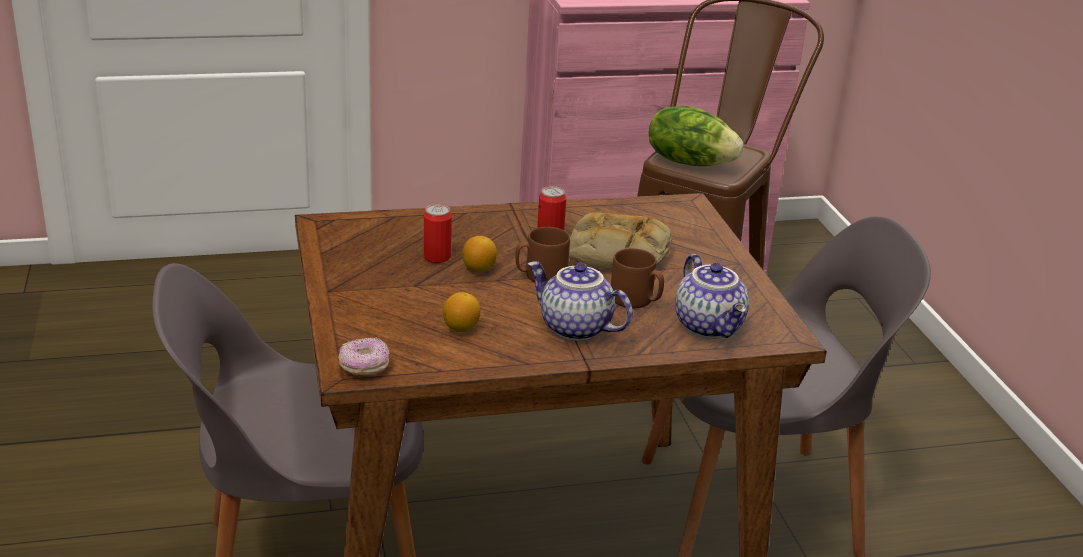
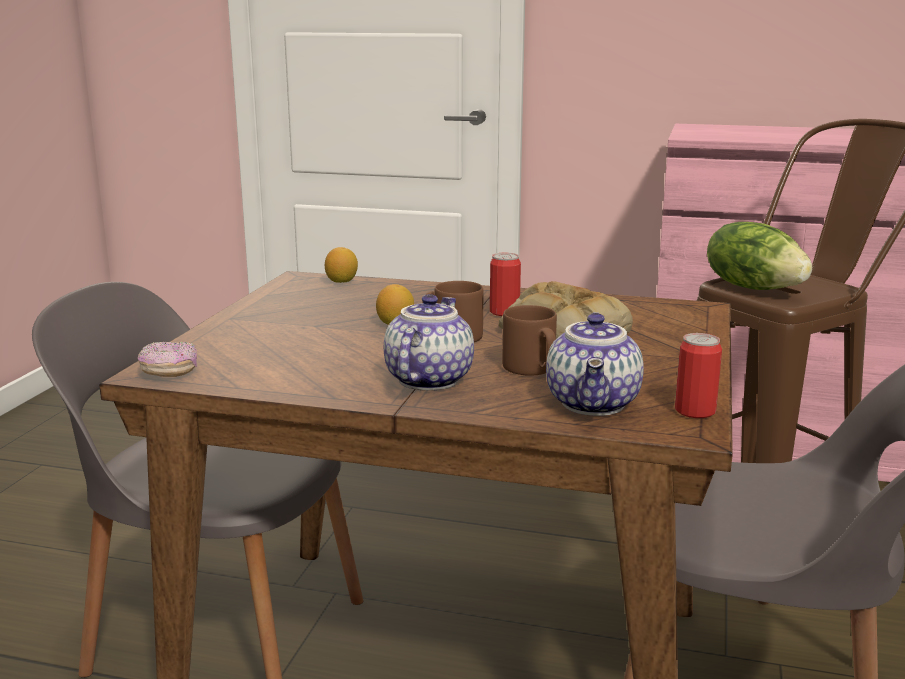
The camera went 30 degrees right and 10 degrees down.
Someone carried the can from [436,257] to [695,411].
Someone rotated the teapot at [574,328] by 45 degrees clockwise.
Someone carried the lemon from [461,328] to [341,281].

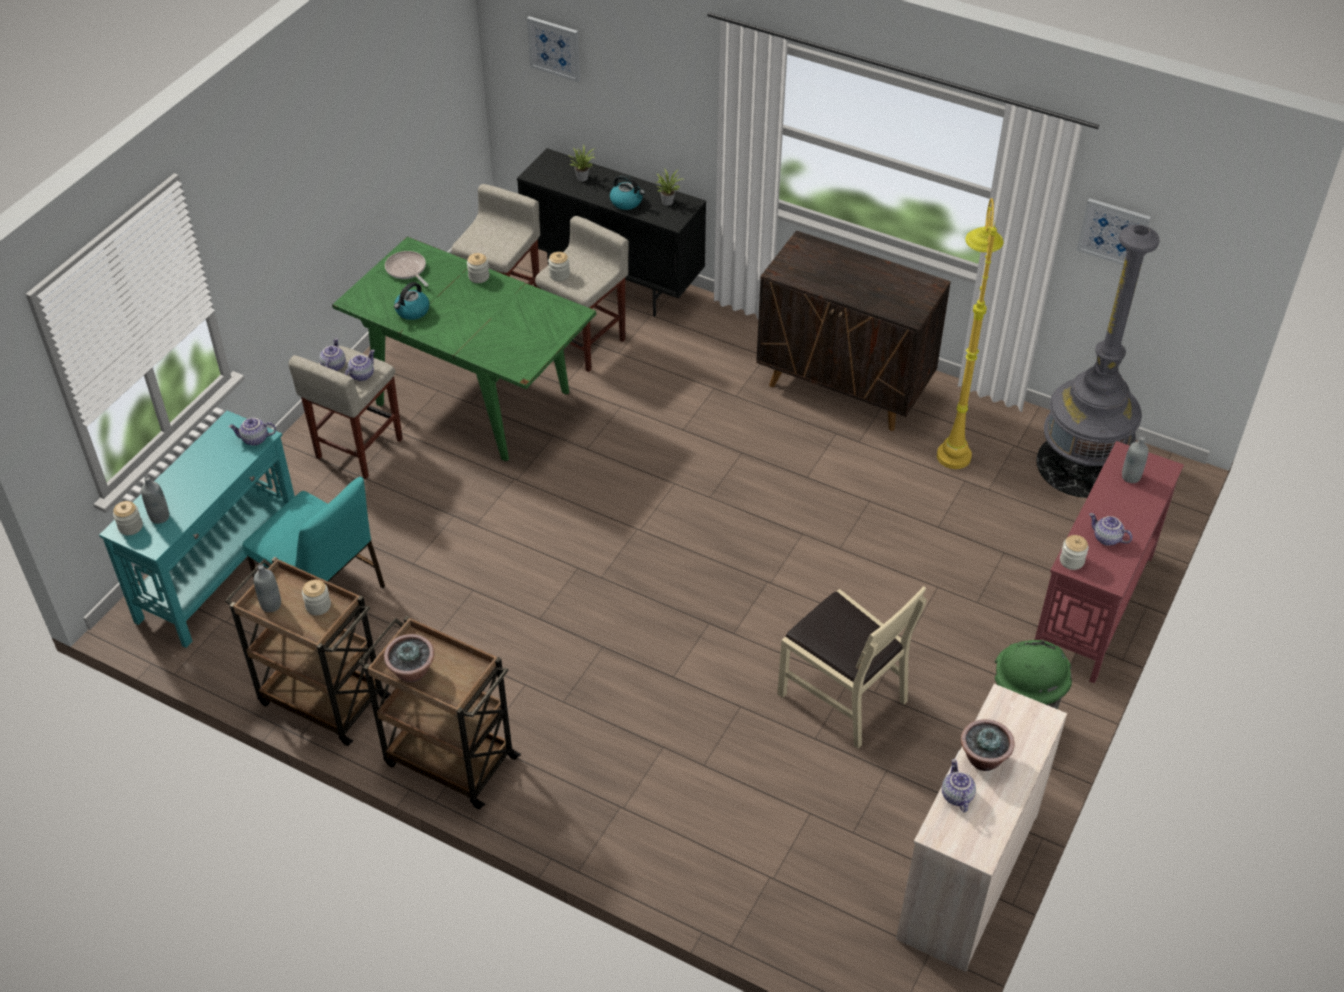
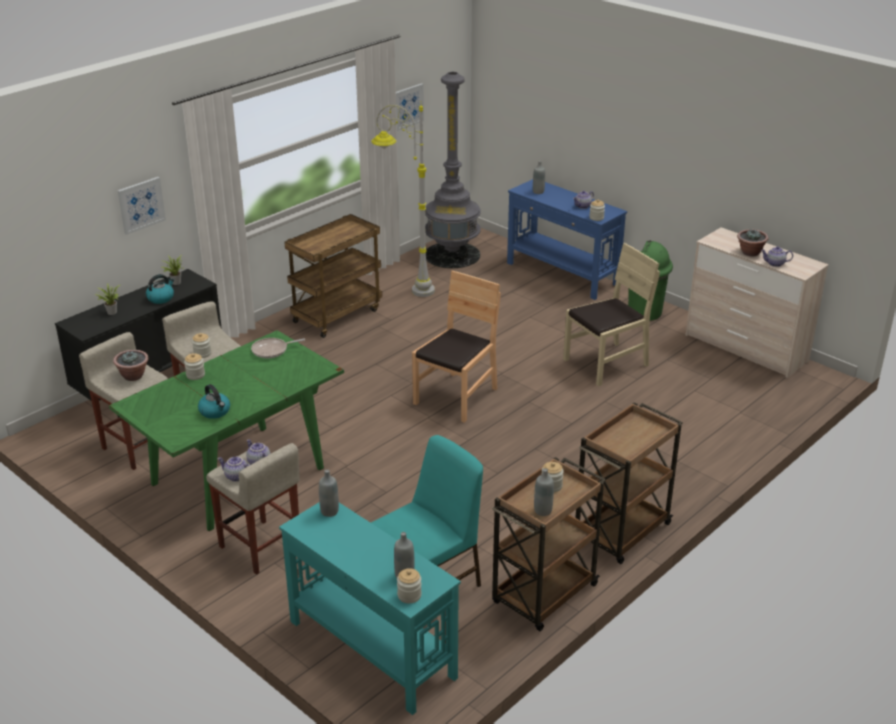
The camera went 75 degrees left and 15 degrees down.
Someone carried the picture from [554,48] to [141,205].
Someone repainted the yellow floor lamp at [954,436], which became the grey floor lamp at [405,287].
Someone swapped the brown cabinet at [845,387] for the brown cart at [337,315].
Someone carried the frying pan from [407,270] to [272,350].
Someone swapped the teapot at [254,439] for the grey bottle at [329,511].
Someone repainted the red console table at [1092,605], which became the blue console table at [562,274].
Someone carried the potted plant from [412,672] to [133,376].
Someone put down the brown chair at [456,397].

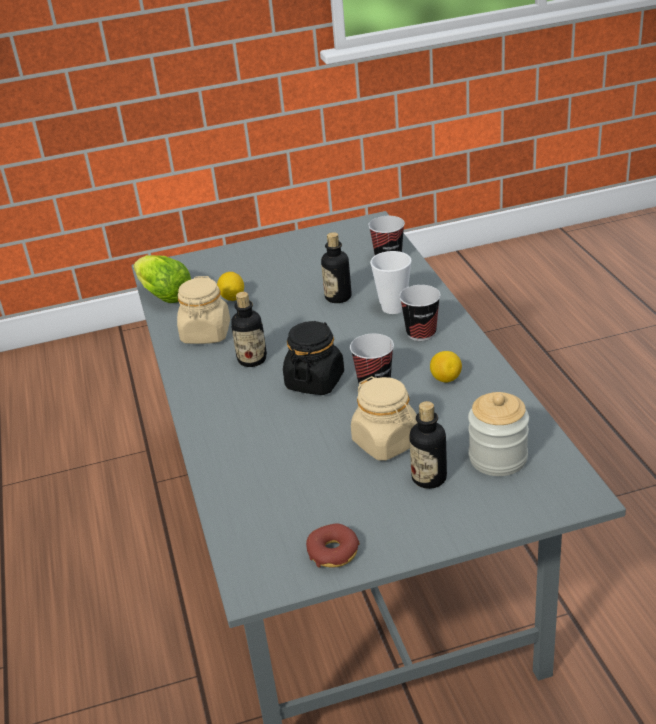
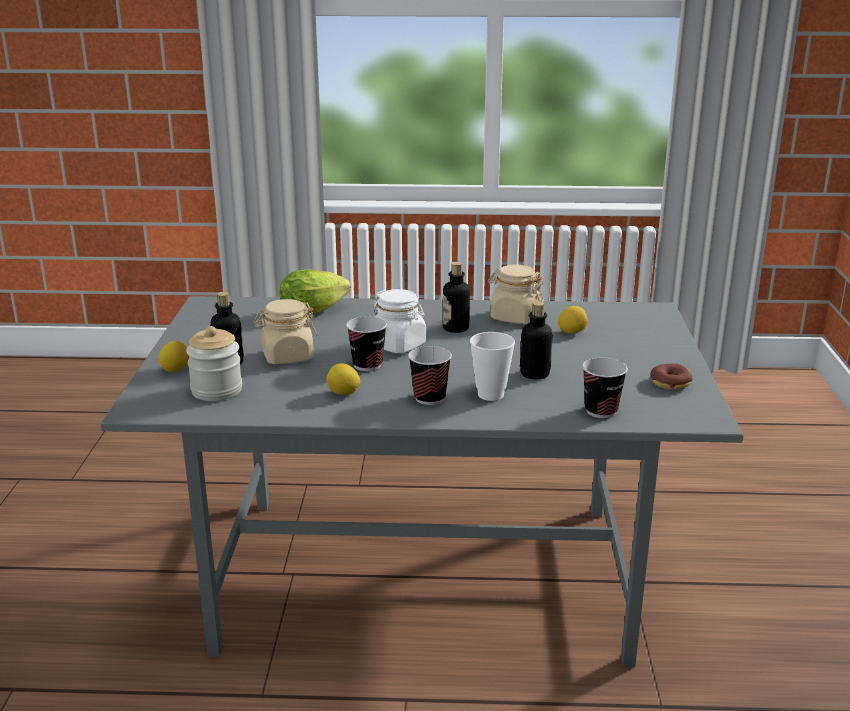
The camera went 105 degrees right and 10 degrees down.
Someone carried the lettuce from [163,295] to [317,311].
Someone repainted the black jar at [315,381], which became the white jar at [398,345].
Someone carried the donut from [333,552] to [670,383].
Someone put down the lemon at [175,370].

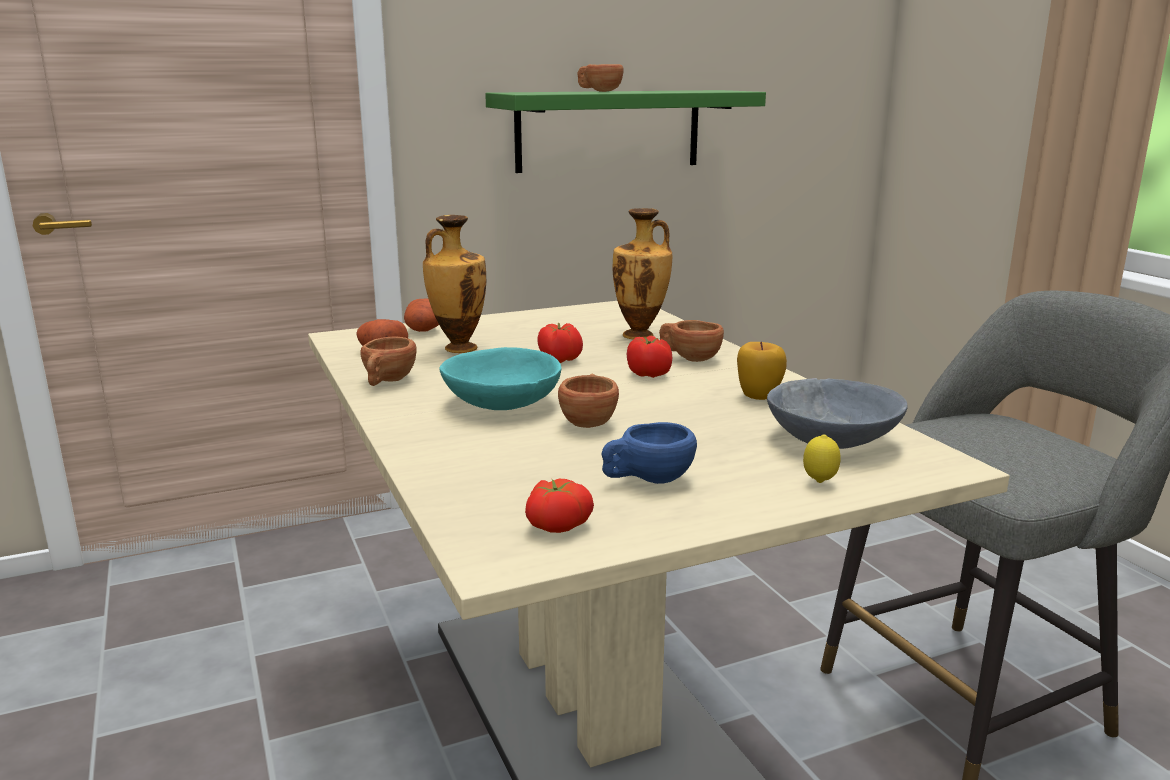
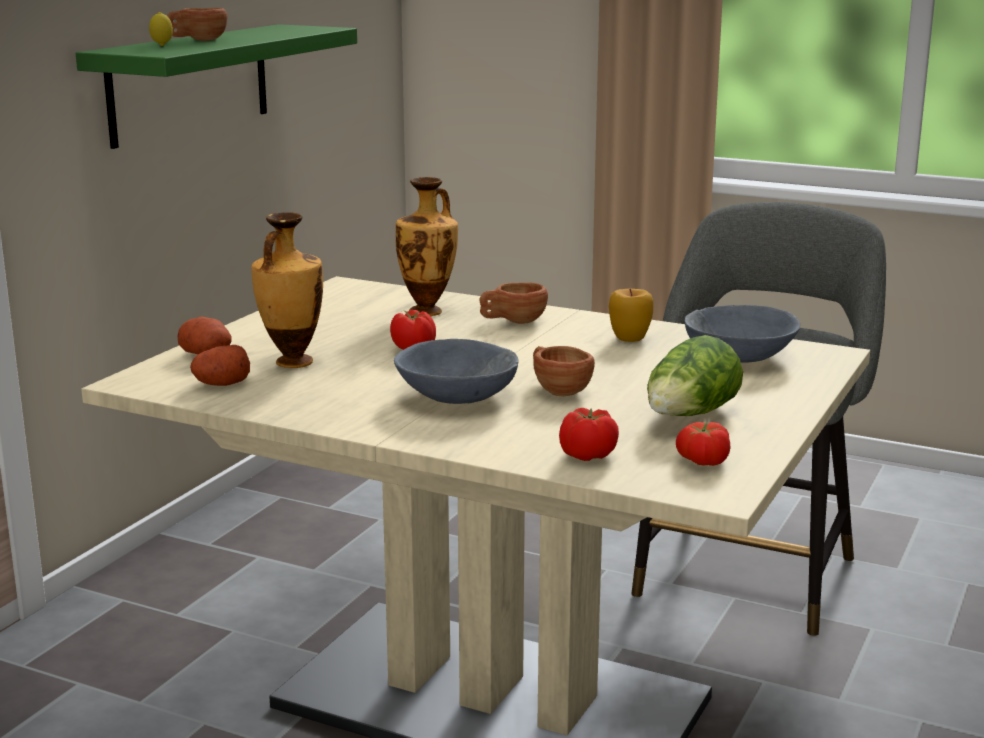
The camera went 40 degrees left and 0 degrees up.
Someone carried the tomato from [648,374] to [587,456].
Someone took away the brown cup at [387,381].
Someone repainted the turquoise bowl at [501,402], which became the grey bowl at [455,396].
Someone swapped the blue cup at [647,479] for the lettuce at [690,416].
Someone carried the lemon from [819,482] to [162,46].

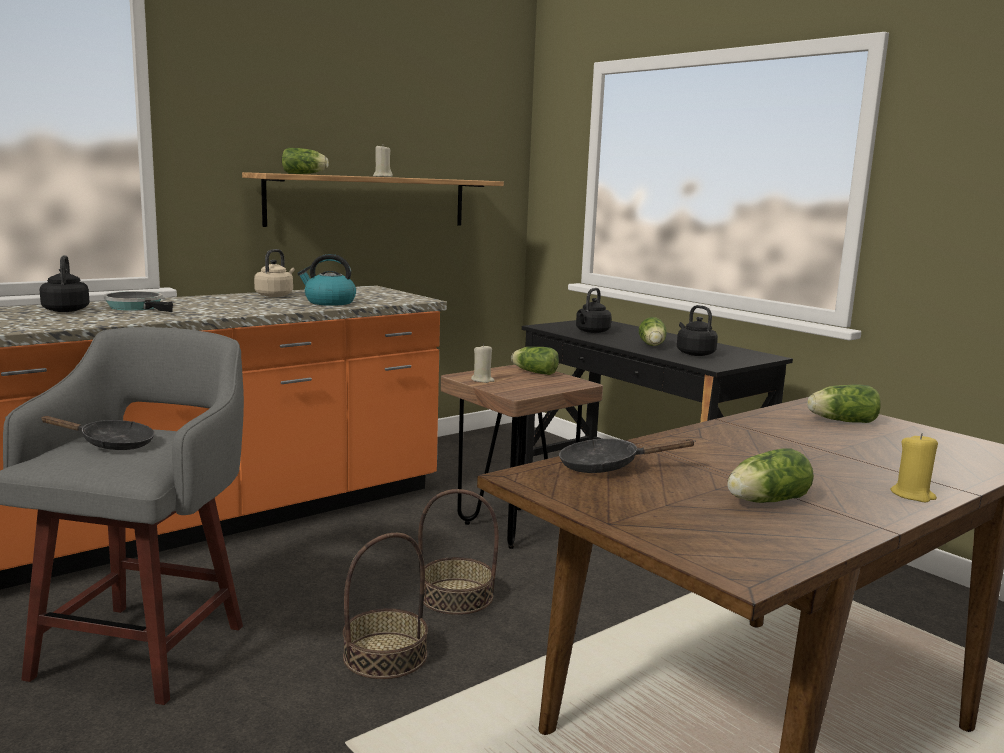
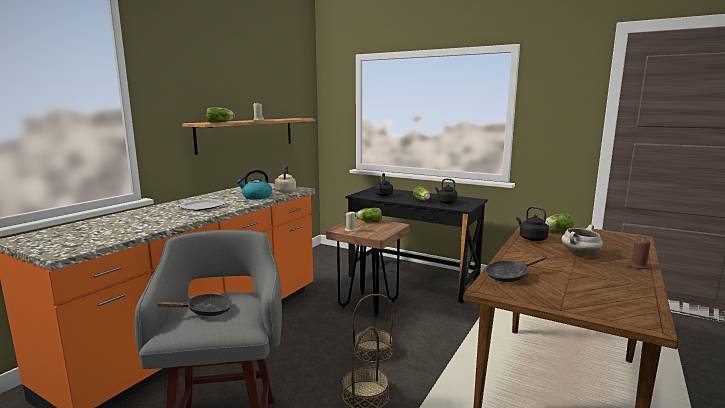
The camera went 20 degrees left and 0 degrees up.
Someone carried the beige kettle from [275,295] to [286,191].
Someone carried the black kettle from [66,310] to [531,238].
Someone took away the frying pan at [137,307].
Someone repainted the yellow candle at [913,495], which became the brown candle at [639,266].
Someone took away the lettuce at [764,501].
Someone put down the plate at [202,206].
Someone put down the white cooking pot at [580,254].

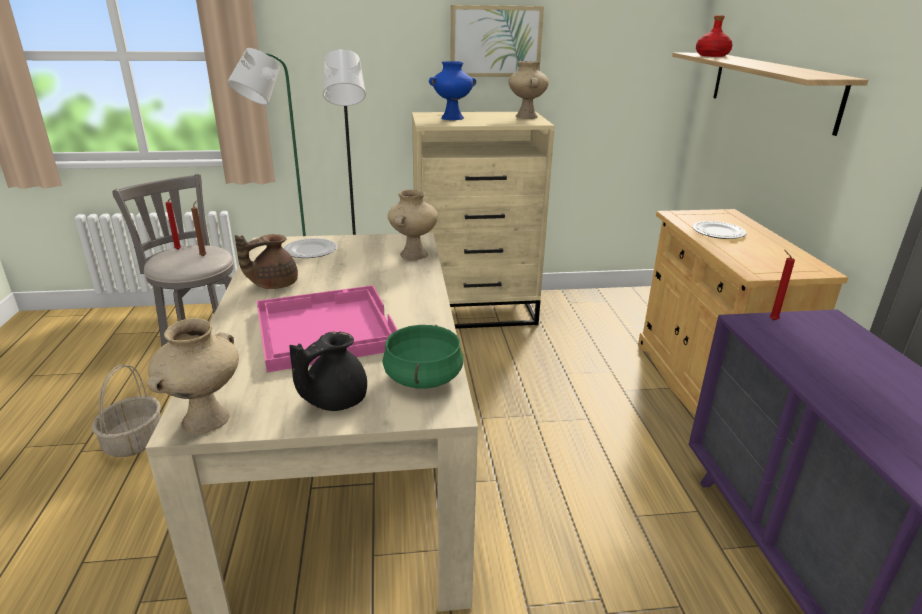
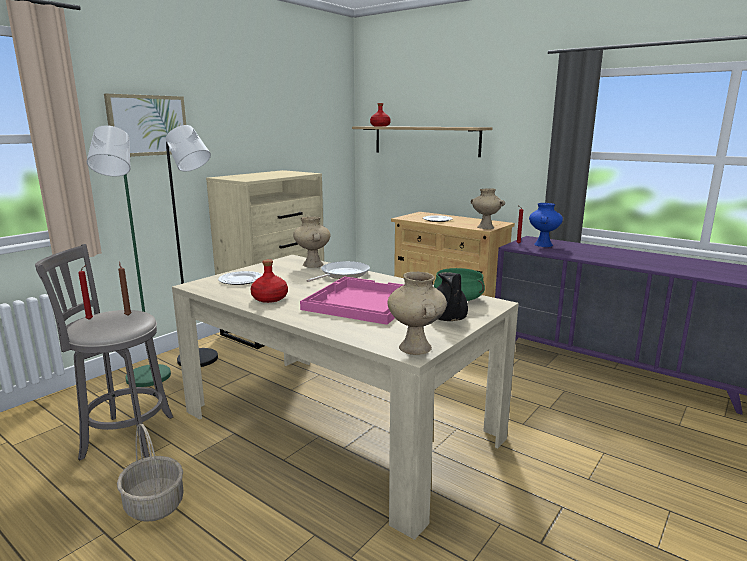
The camera went 45 degrees left and 10 degrees down.
Someone carried the picture from [495,41] to [148,125].
Someone carried the blue vase from [452,118] to [543,244].
Someone carried the beige vase from [525,116] to [485,227].
Someone swapped the brown teapot at [273,284] for the red bottle at [269,298].
Someone put down the frying pan at [342,274].

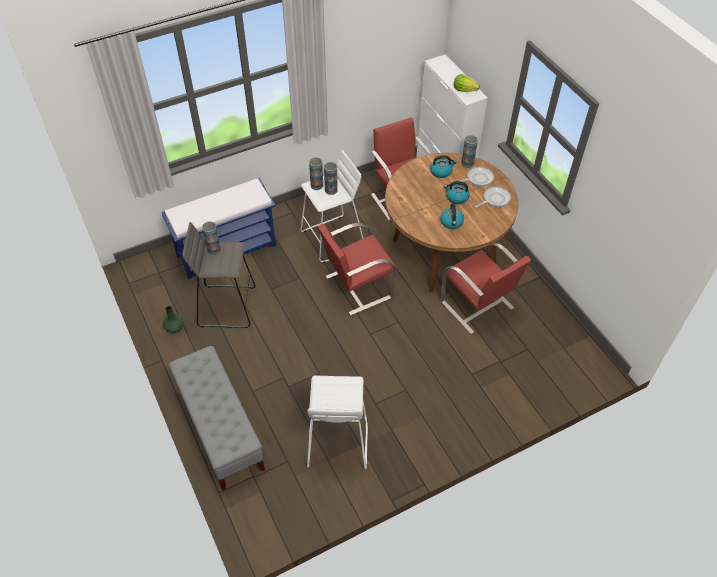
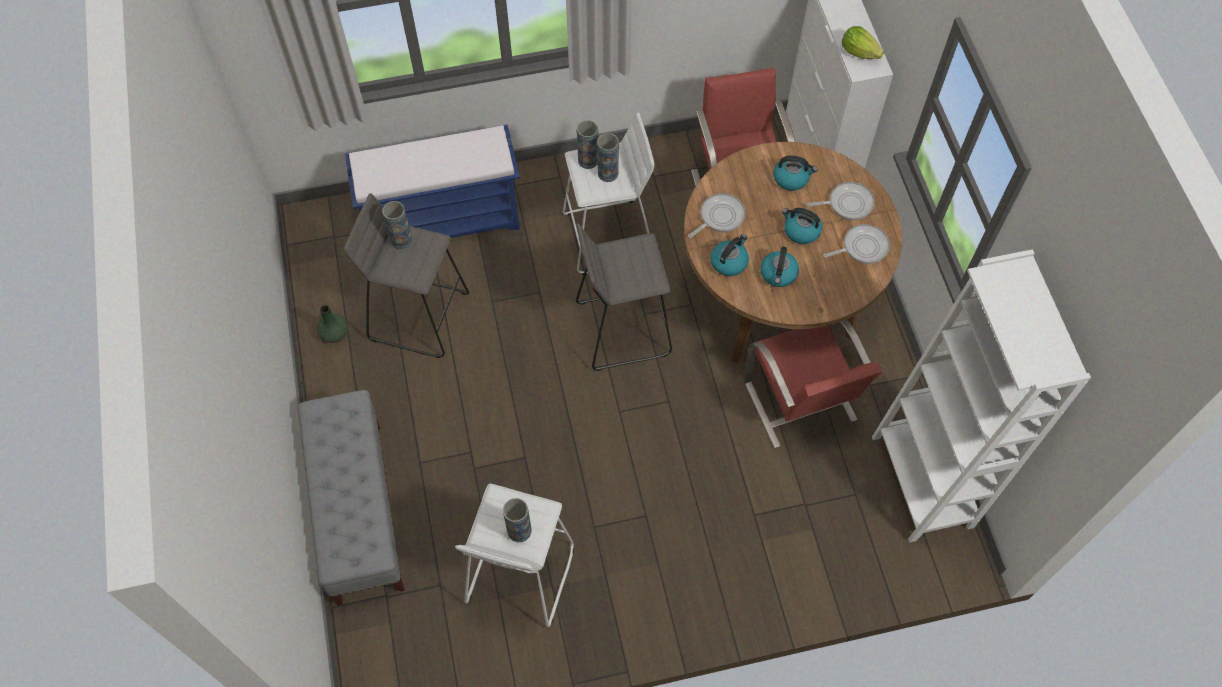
The camera went 15 degrees right and 10 degrees up.
Someone carried the vase from [467,163] to [519,530].
Someone swapped the red chair at [357,287] for the grey stool at [622,328].
Someone put down the frying pan at [719,217].
Someone put down the kettle at [729,262].
Someone put down the white bookcase at [922,481].

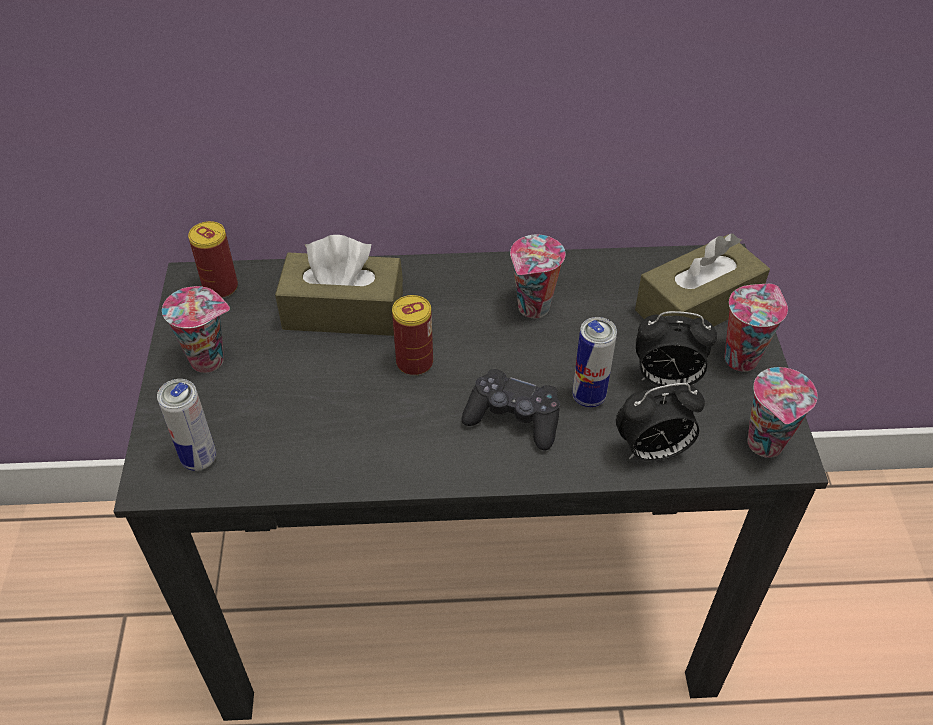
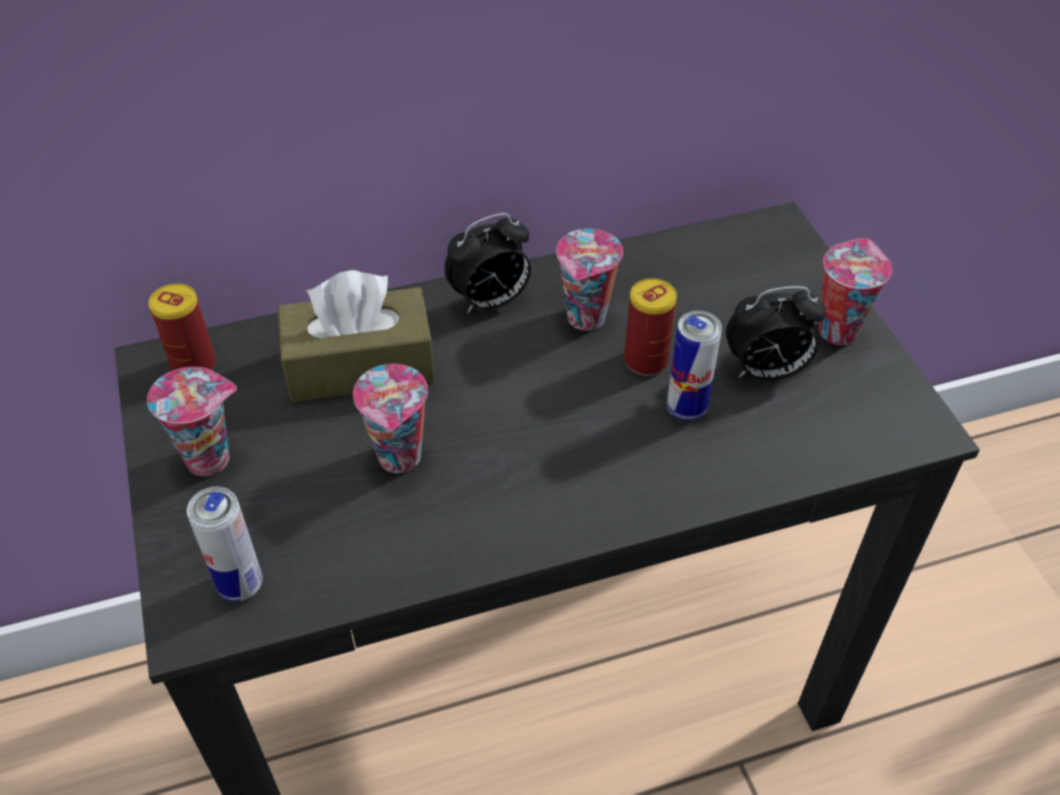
The camera went 15 degrees left and 0 degrees up.
Someone took away the brown tissue box at [696,307].
Someone carried the can from [414,362] to [646,360].
Someone carried the cup from [766,445] to [401,459].
Someone took away the black game controller at [513,418].
Someone carried the alarm clock from [652,451] to [490,302].

